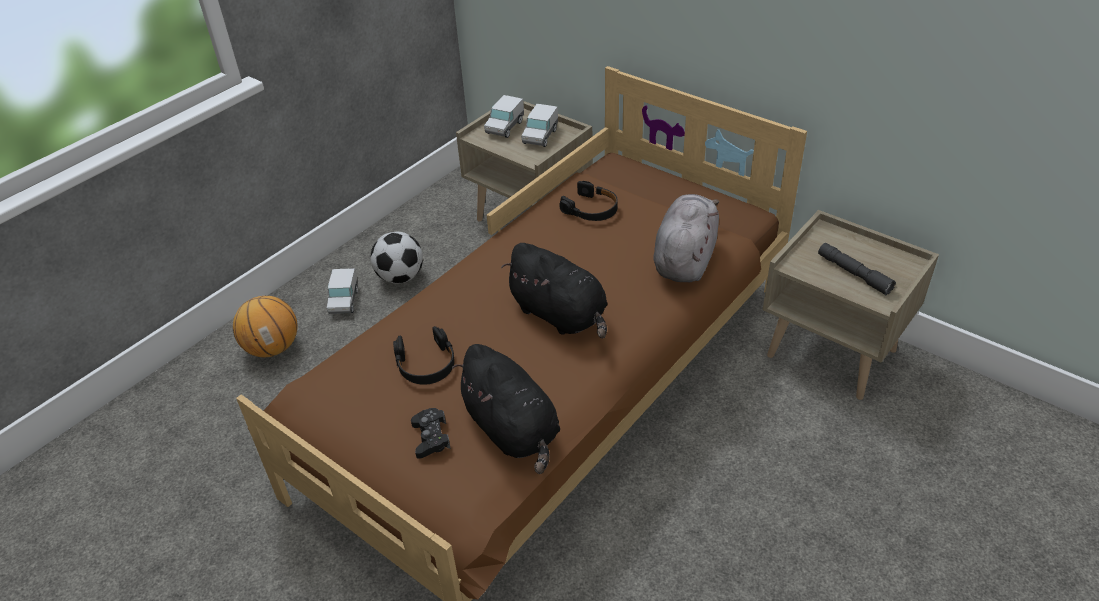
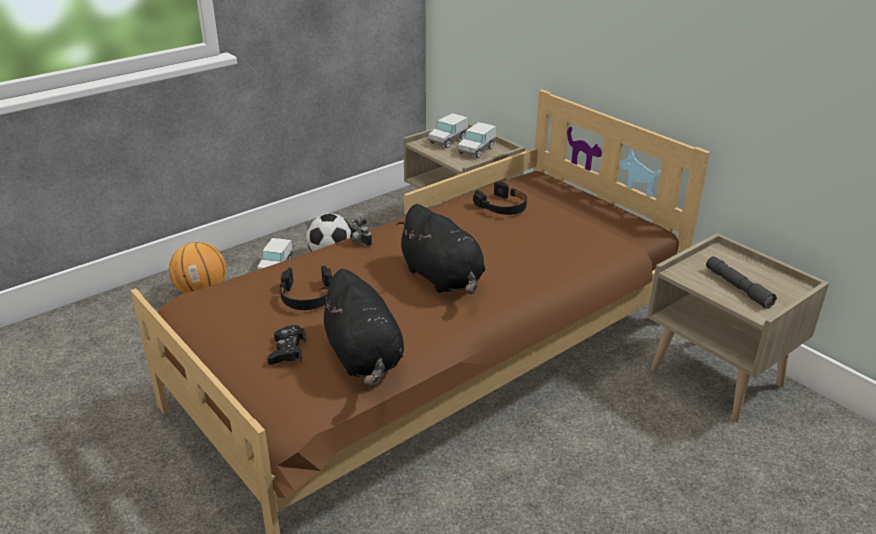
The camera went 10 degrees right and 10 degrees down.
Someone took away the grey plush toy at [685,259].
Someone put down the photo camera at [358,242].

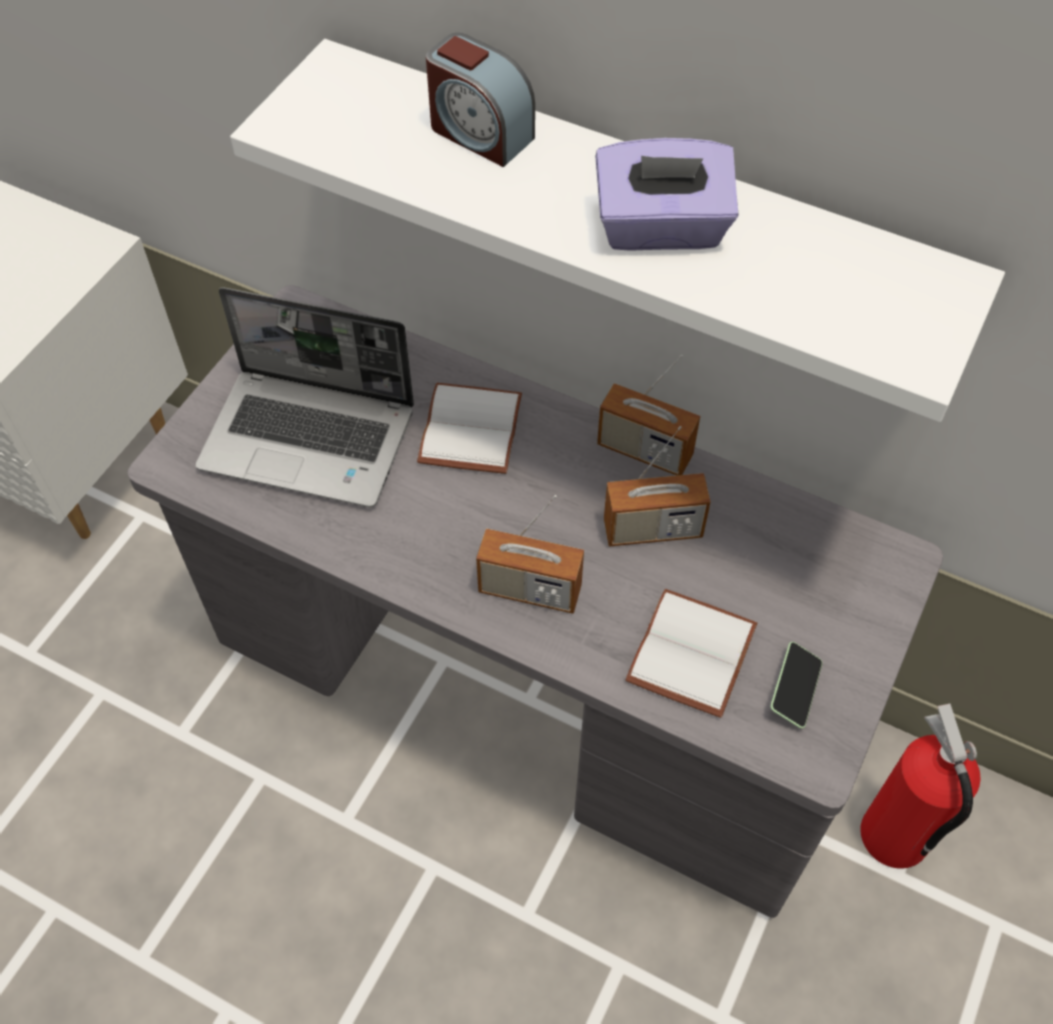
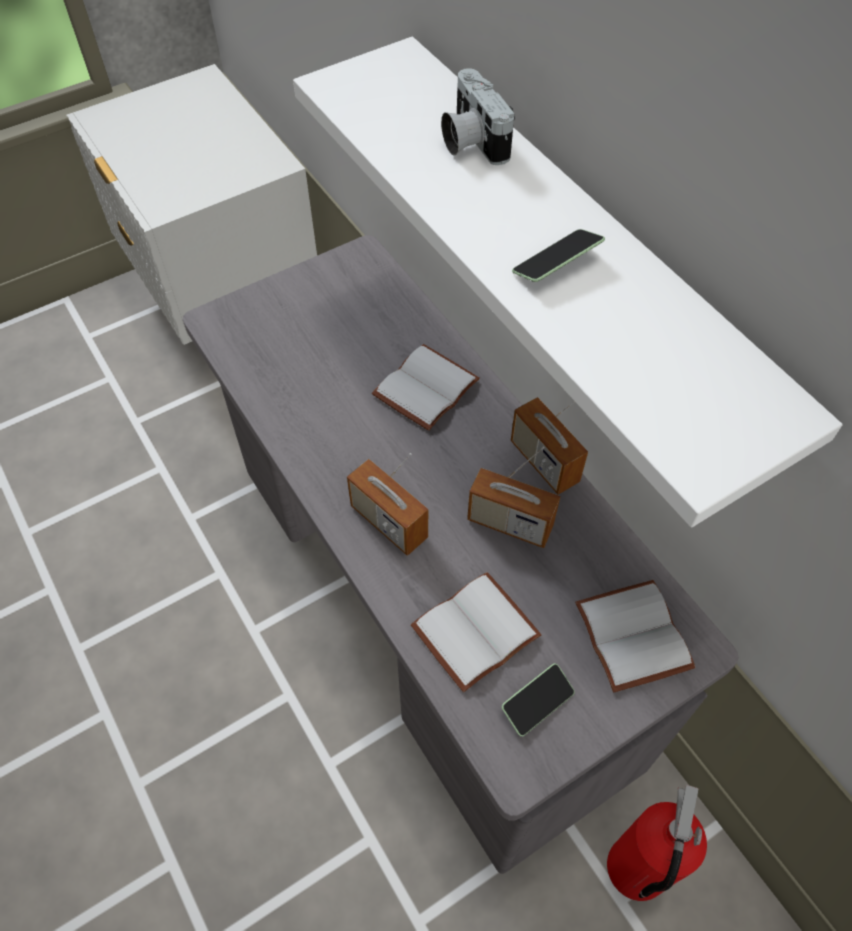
The camera went 30 degrees right and 0 degrees up.
Someone swapped the alarm clock at [479,133] for the photo camera at [470,141].
Someone swapped the purple tissue box at [661,229] for the phone at [556,265].
Someone took away the laptop at [311,438].
Someone put down the white book at [629,635].

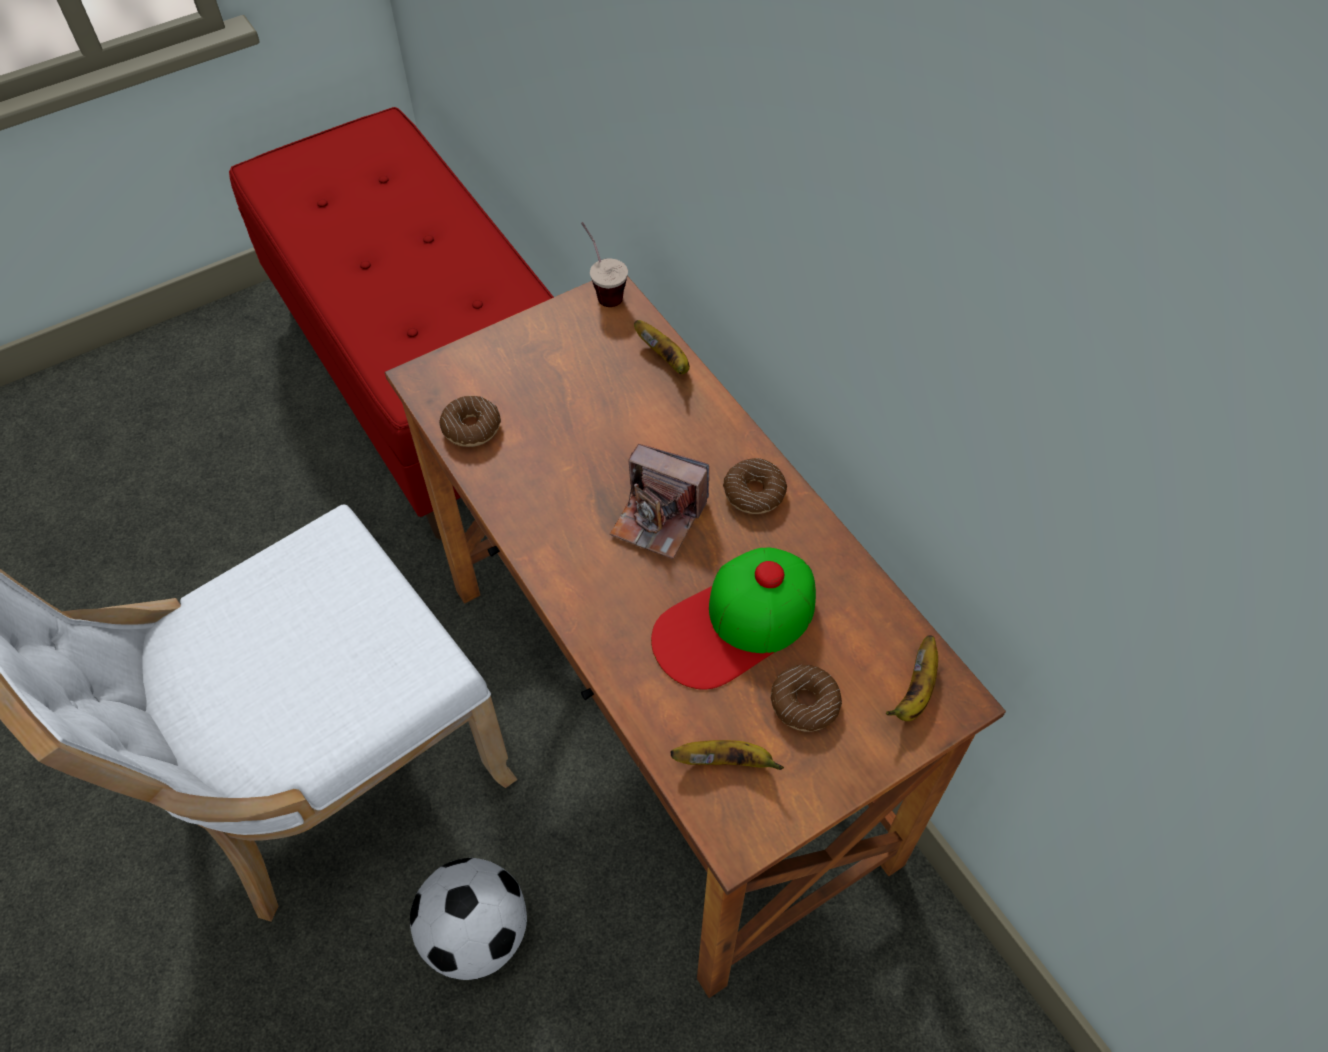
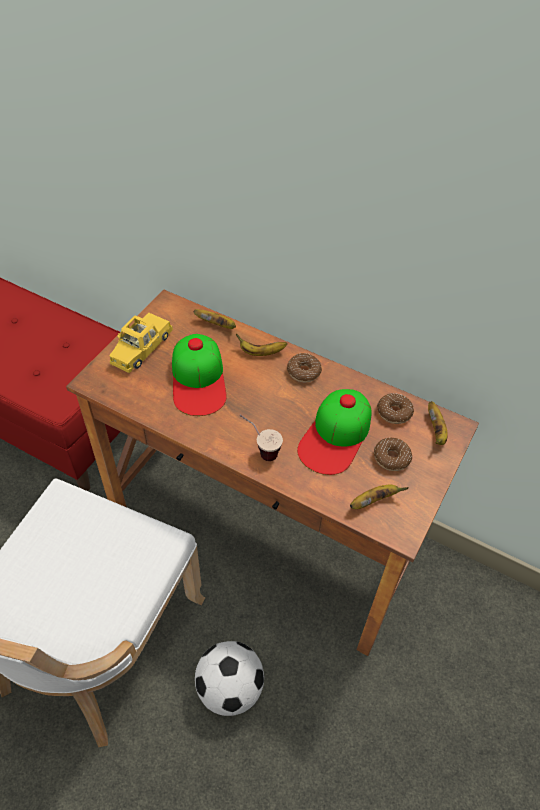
The camera went 30 degrees left and 5 degrees down.
Someone carried the cup from [602,289] to [259,450].
Someone carried the donut from [471,428] to [394,412].
Someone took away the photo camera at [659,517].
Someone put down the yellow toy car at [141,348].
Someone put down the cap at [198,379].
Someone put down the banana at [261,352].

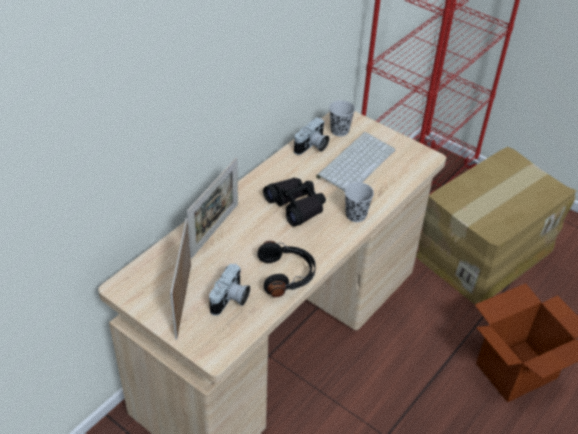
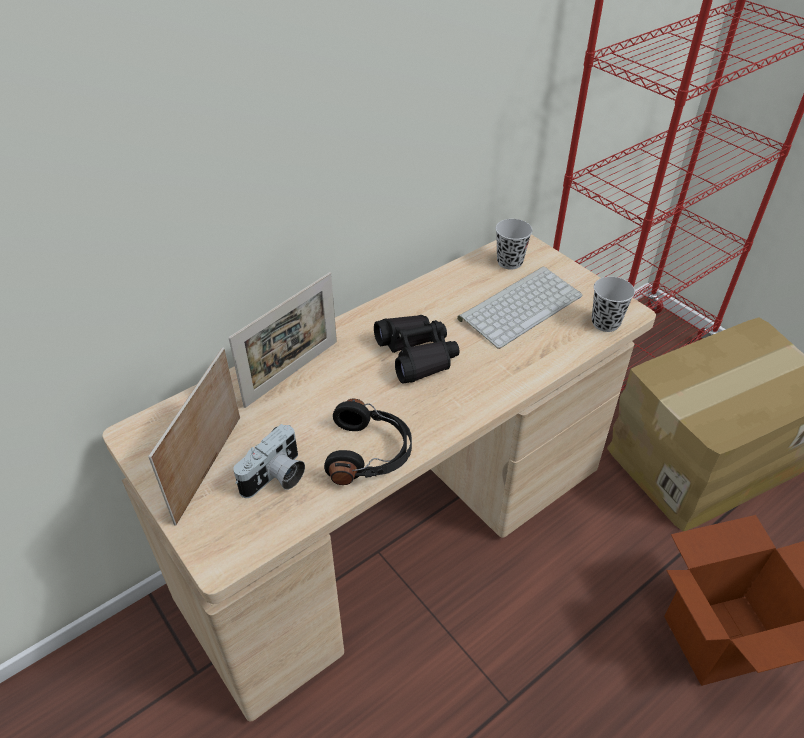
The camera went 15 degrees right and 0 degrees up.
Someone took away the photo camera at [312,147].
Someone carried the black cup from [356,215] to [605,323].

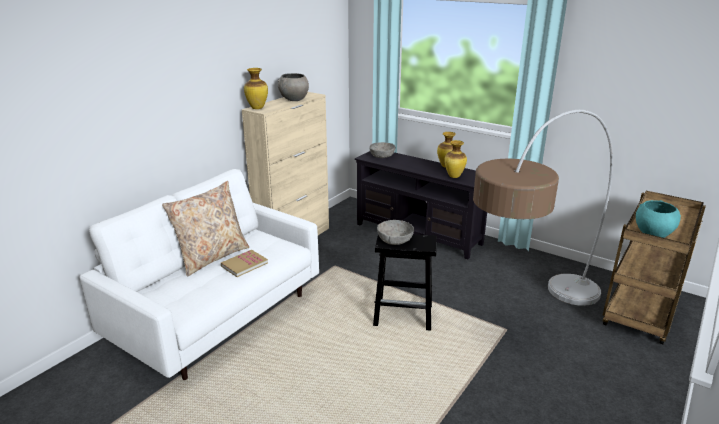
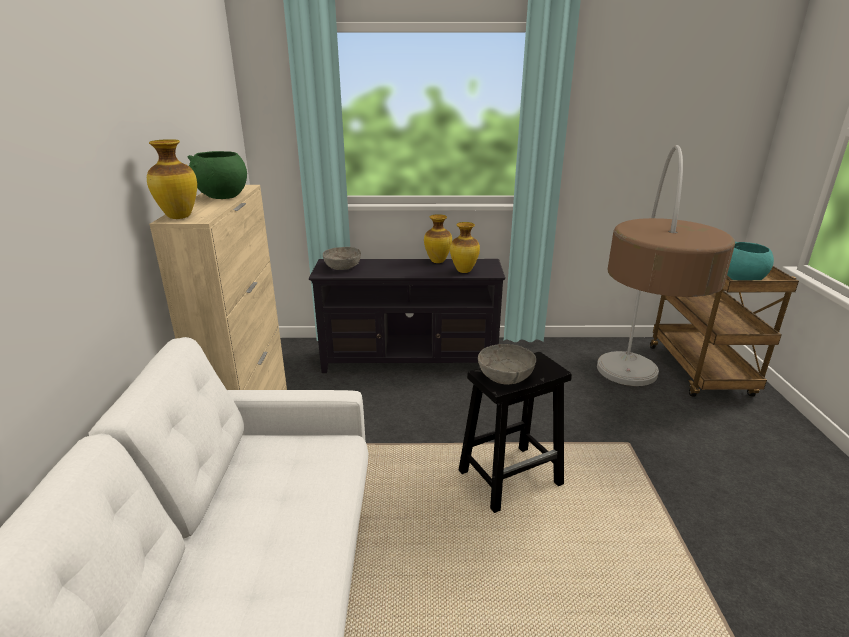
The camera went 35 degrees left and 0 degrees up.
Someone repainted the grey bowl at [294,99], which became the green bowl at [222,197].
Someone took away the beige pillow at [212,257].
Someone took away the book at [244,264].

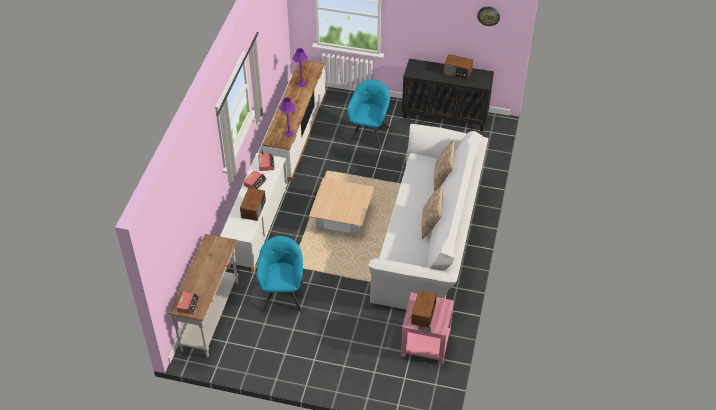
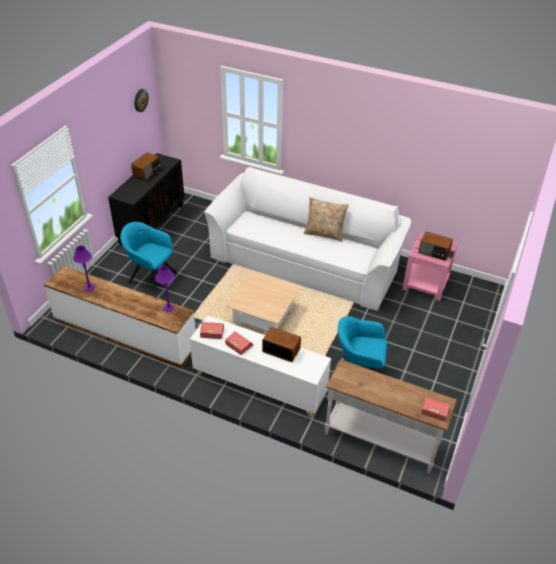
The camera went 80 degrees left and 5 degrees down.
Someone took away the beige pillow at [442,178].

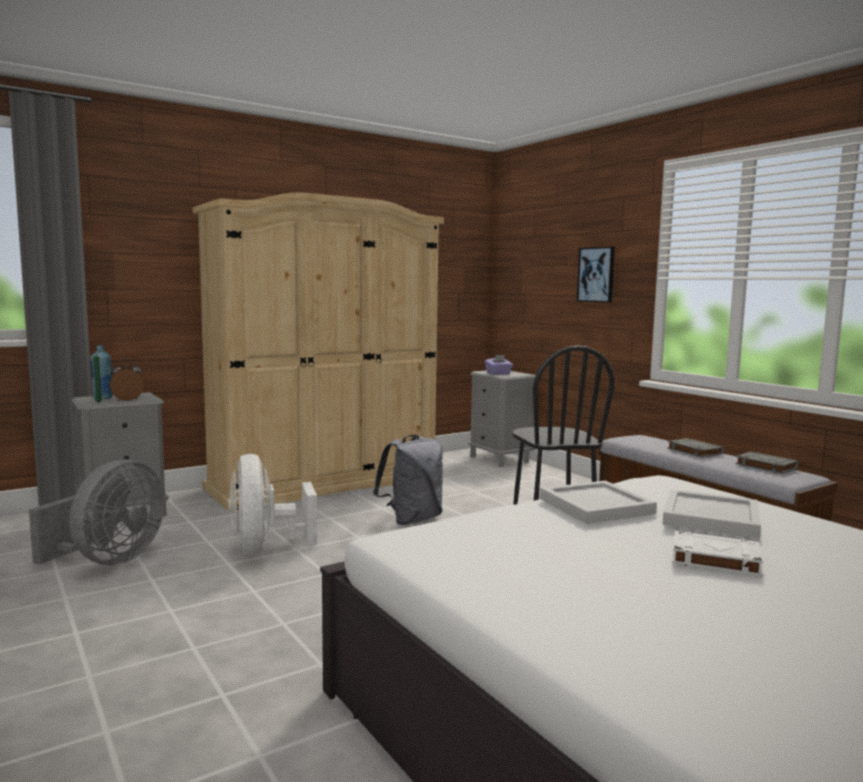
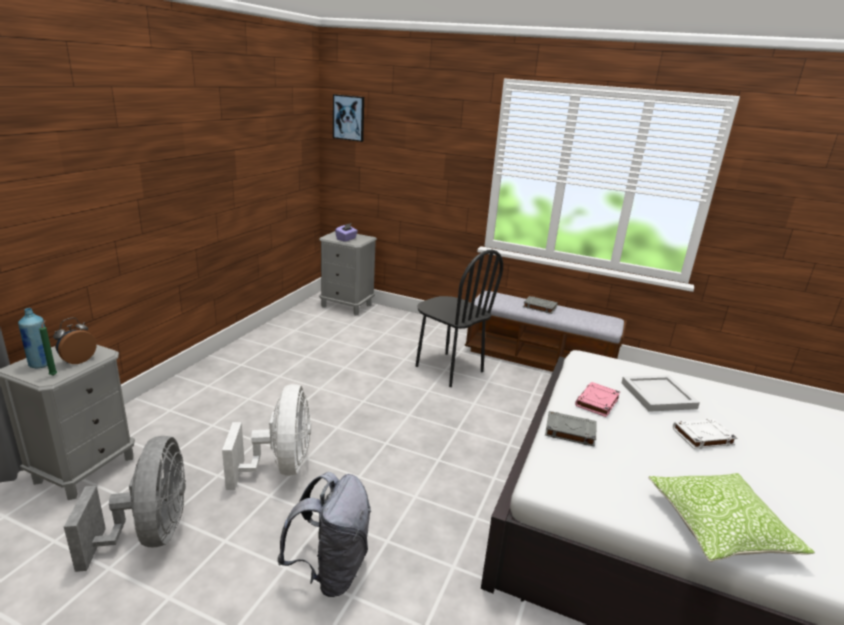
The camera went 35 degrees left and 15 degrees up.
Someone took away the beige wardrobe at [325,482].
Someone carried the picture from [596,274] to [349,118].
Someone carried the grey backpack from [412,519] to [330,571].
Someone carried the grey book from [765,466] to [569,431].
Someone rotated the white fan at [265,549] by 135 degrees counterclockwise.
Someone swapped the white tray at [595,506] for the pink book at [597,402].
Someone put down the pillow at [719,528].

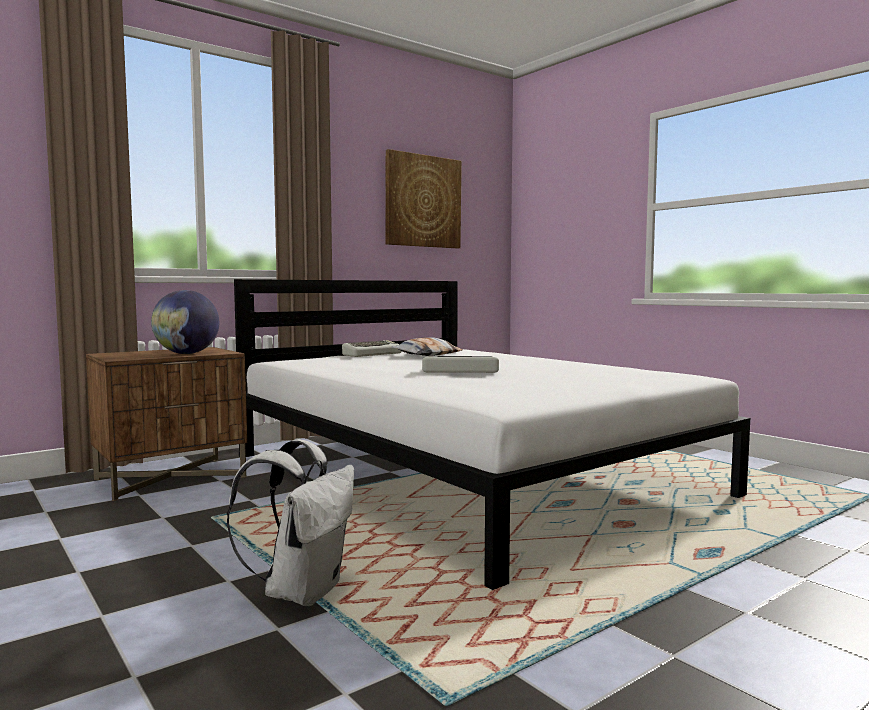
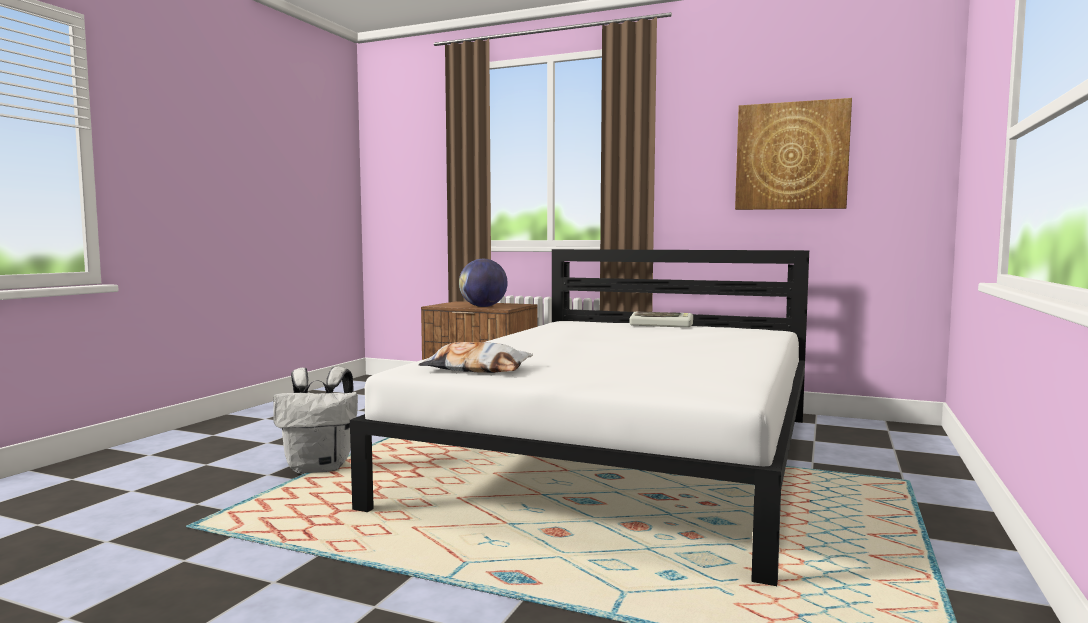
The camera went 60 degrees right and 0 degrees up.
Someone carried the pillow from [427,354] to [476,369].
Someone took away the keyboard at [459,371].

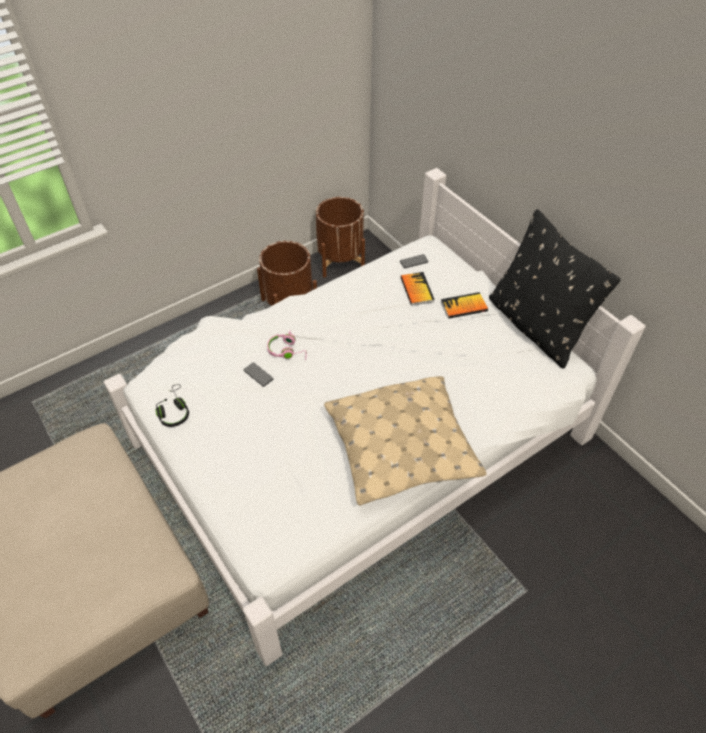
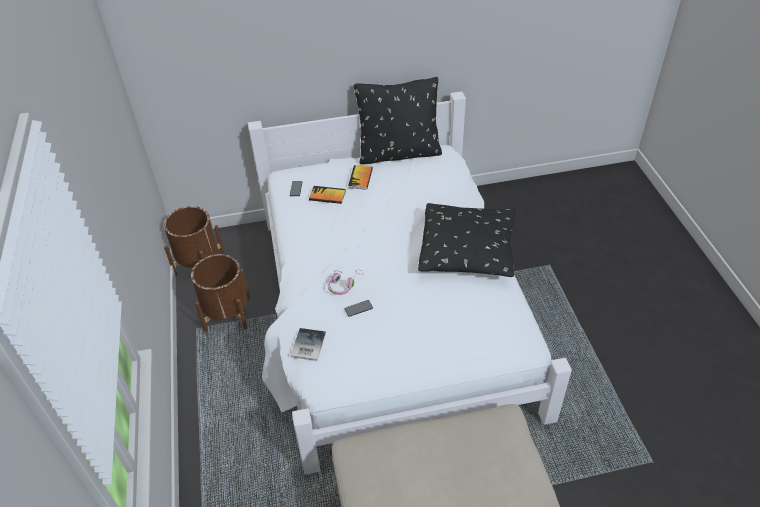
The camera went 65 degrees left and 5 degrees down.
Someone repainted the beige pillow at [402,449], which became the black pillow at [467,249].
Someone took away the black headphones at [174,411].
Someone put down the book at [307,345].

